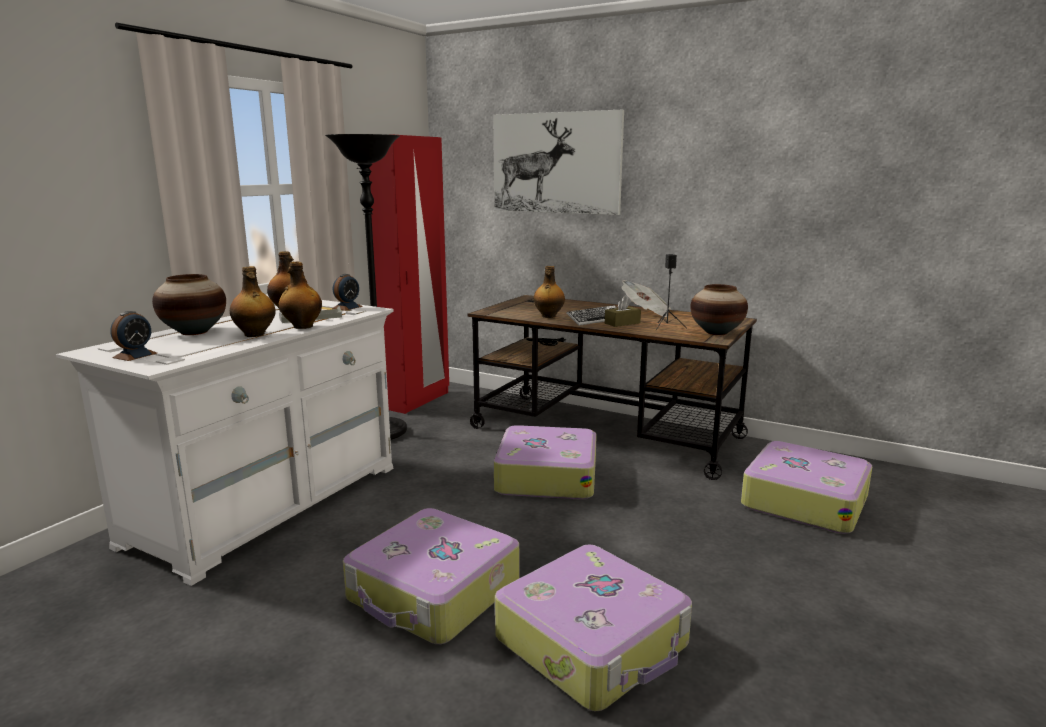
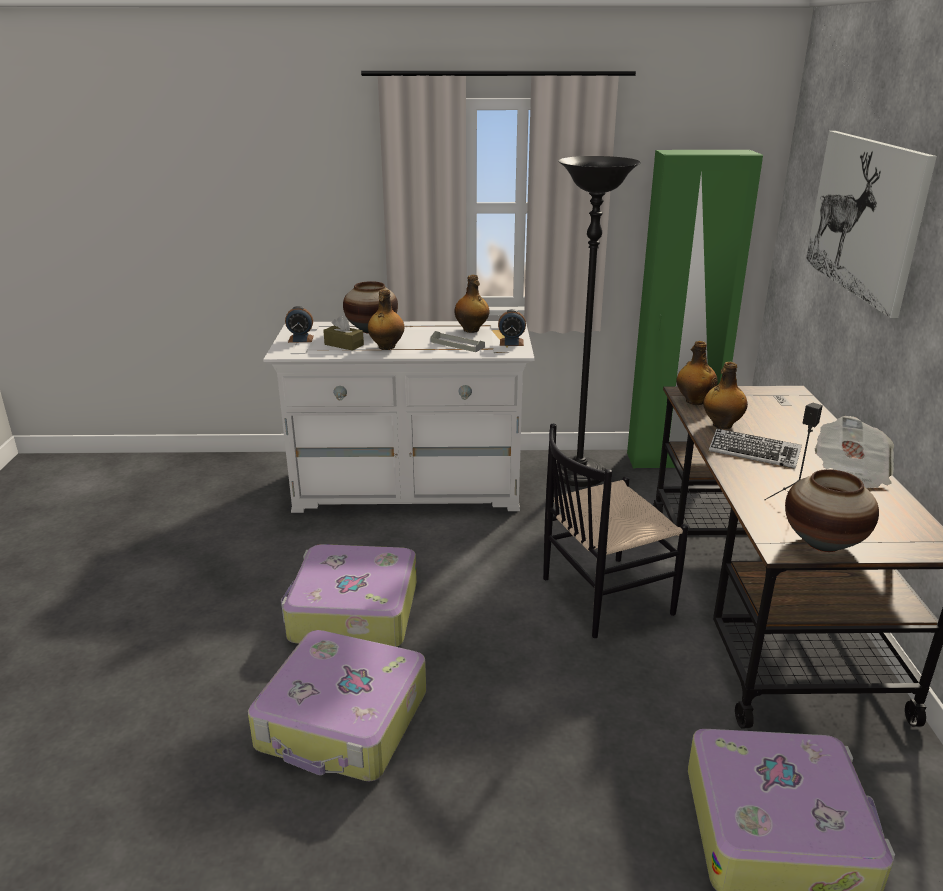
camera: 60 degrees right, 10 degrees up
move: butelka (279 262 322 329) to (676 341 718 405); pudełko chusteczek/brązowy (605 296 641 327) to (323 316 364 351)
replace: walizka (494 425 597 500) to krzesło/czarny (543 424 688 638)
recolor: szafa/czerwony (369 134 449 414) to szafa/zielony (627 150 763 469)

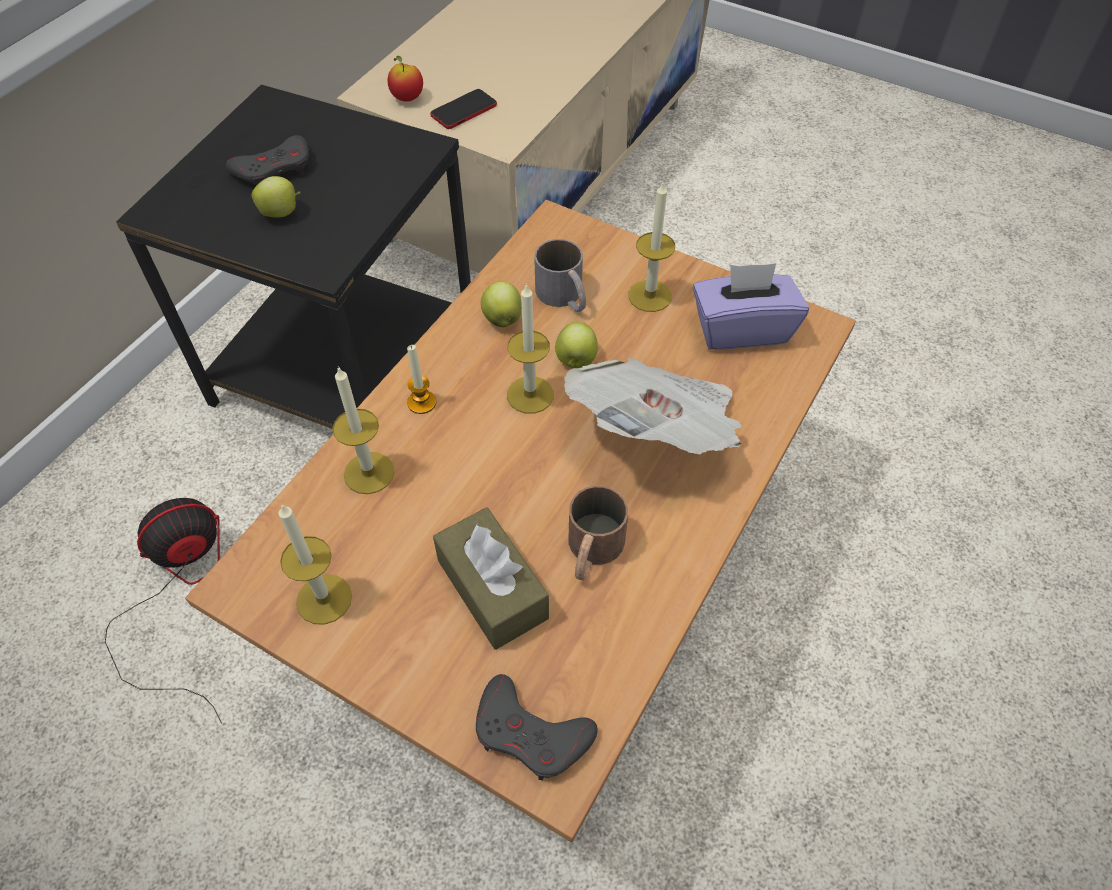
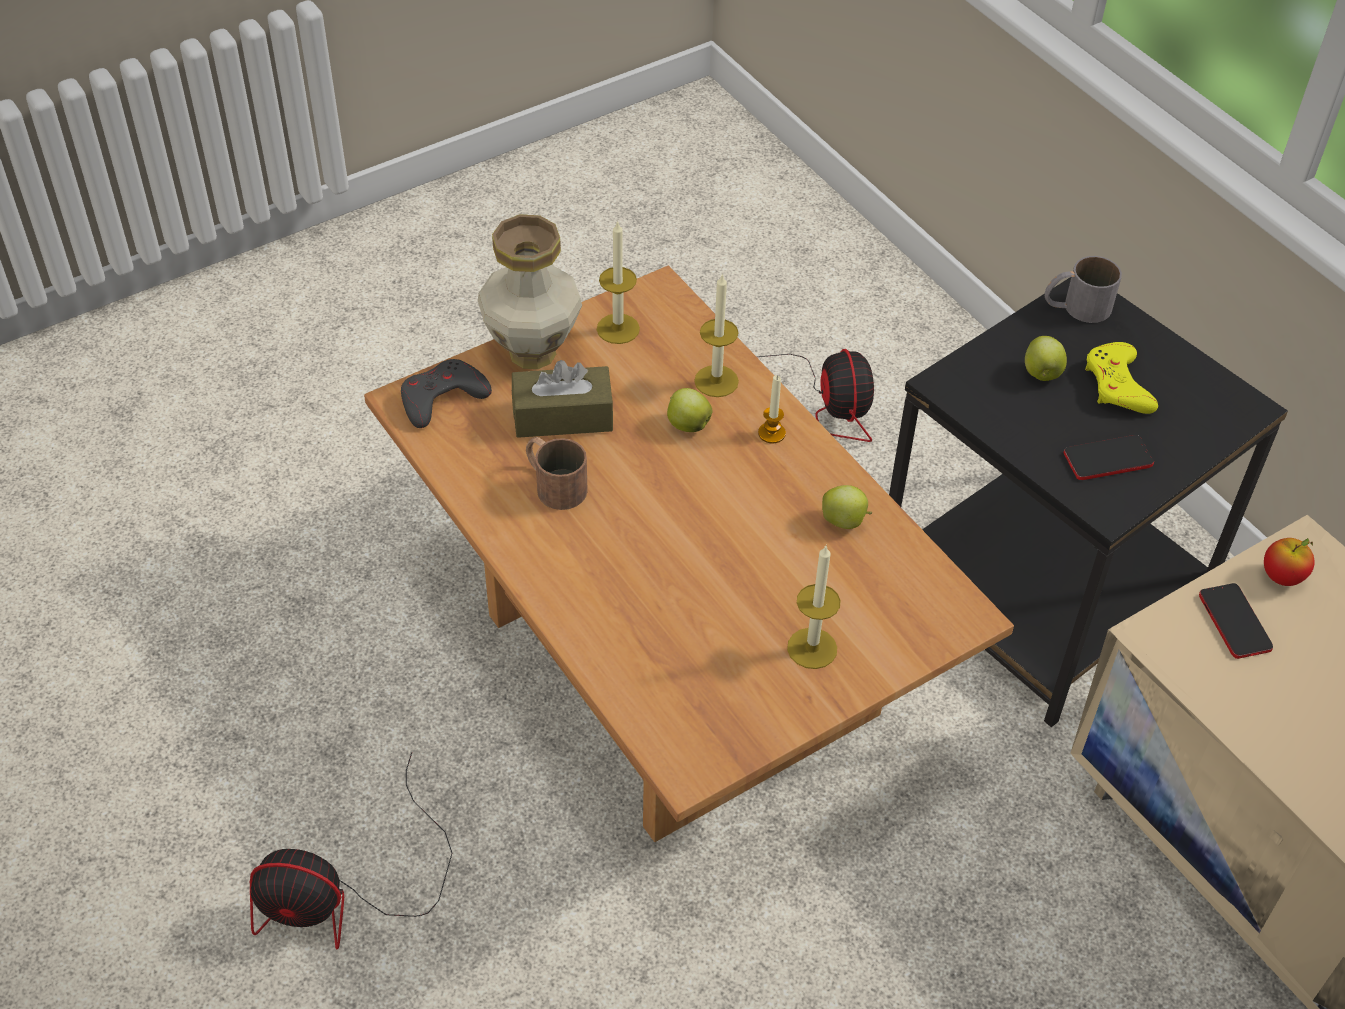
camera: 115 degrees right, 5 degrees down
delete: świeca (507 283 554 414); gazeta (564 358 742 454); pudełko chusteczek/fioletowy (693 263 809 350)
insert: wentylator (250 752 452 949); wazon (478 214 582 369); telefon (1064 435 1154 480)
move: kubek/szary (534 239 586 312) to (1045 256 1122 323); jabłko (555 322 598 368) to (667 388 713 432)
recolor: pad do gier/szary (226 135 309 185) to pad do gier/żółty (1085 342 1158 414)

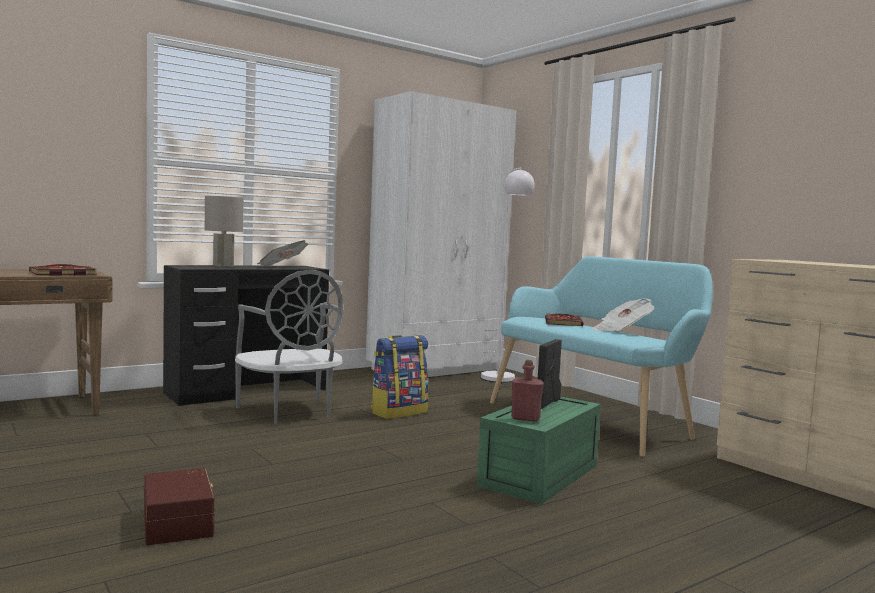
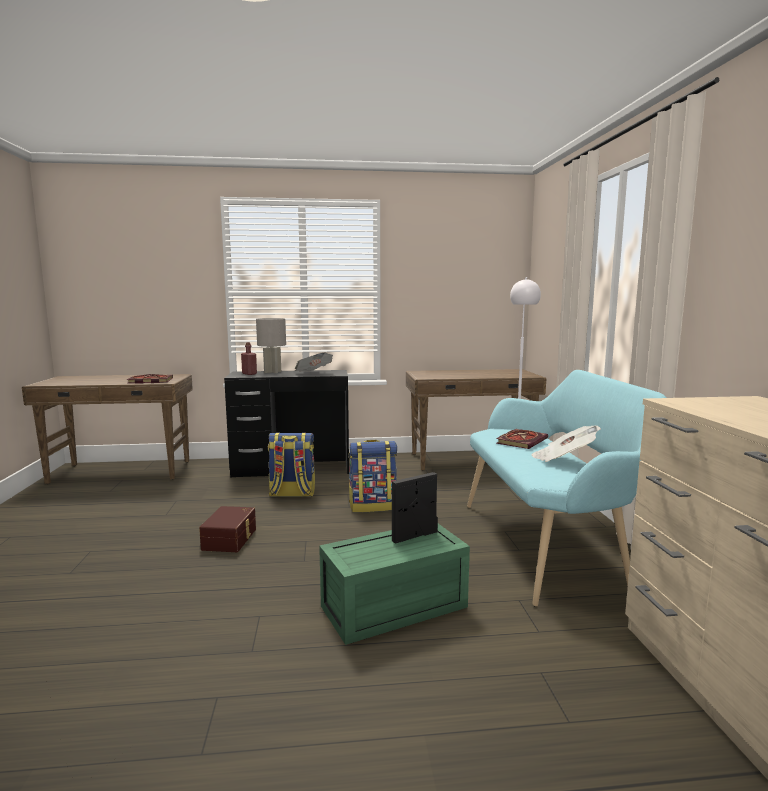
camera: 30 degrees right, 5 degrees up
move: pojemnik do przechowywania/brązowy (144 468 216 545) to (199 506 256 552); butelka/czerwony (511 360 544 422) to (241 342 257 375)
replace: krzesło/szary (235 270 343 425) to plecak (268 433 315 497); szafa/biały (366 91 516 377) to stolik konsolowy/brązowy (406 369 546 471)

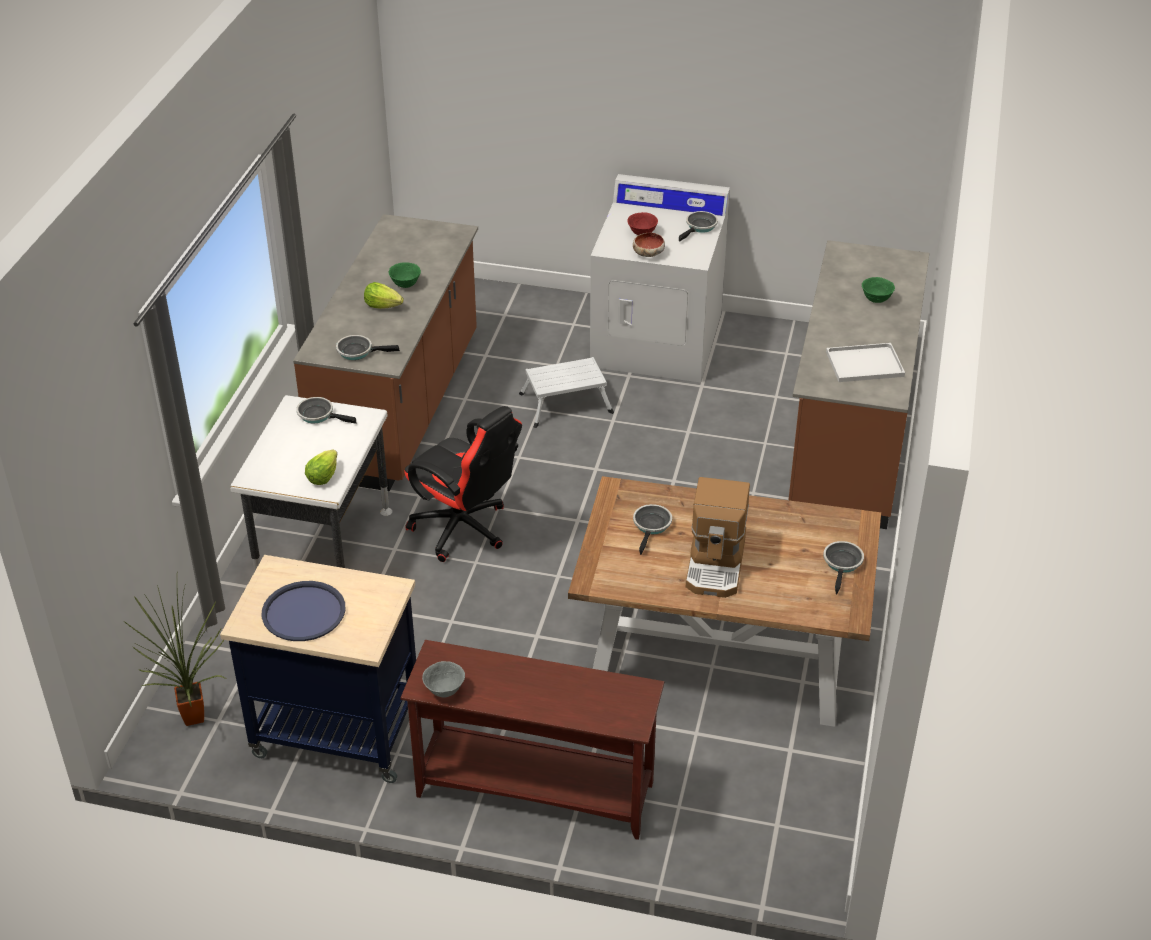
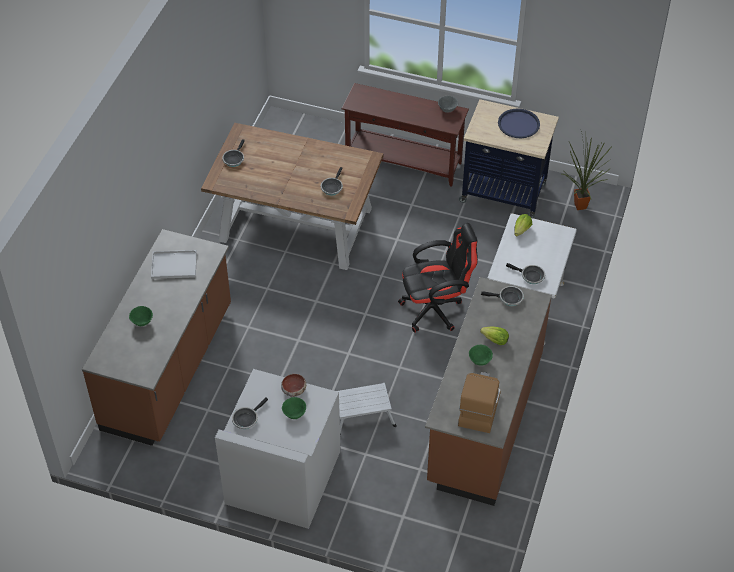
camera: 175 degrees left, 10 degrees up
move: ekspres do kawy (686 477 750 598) to (458 372 501 433)
recolor: miska/czerwony (627 212 658 235) to miska/zielony (282 397 306 419)
rotate: krzesło biurowe/czarny (404 406 522 562) = (398 223 478 333) 120 degrees clockwise

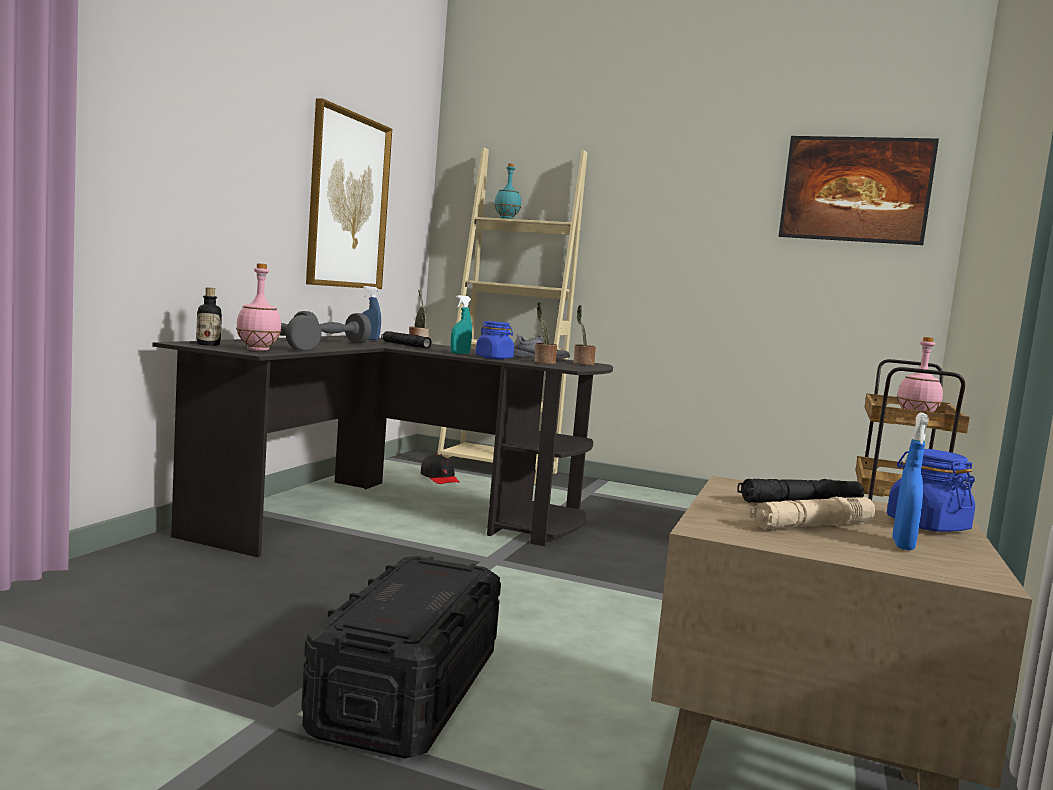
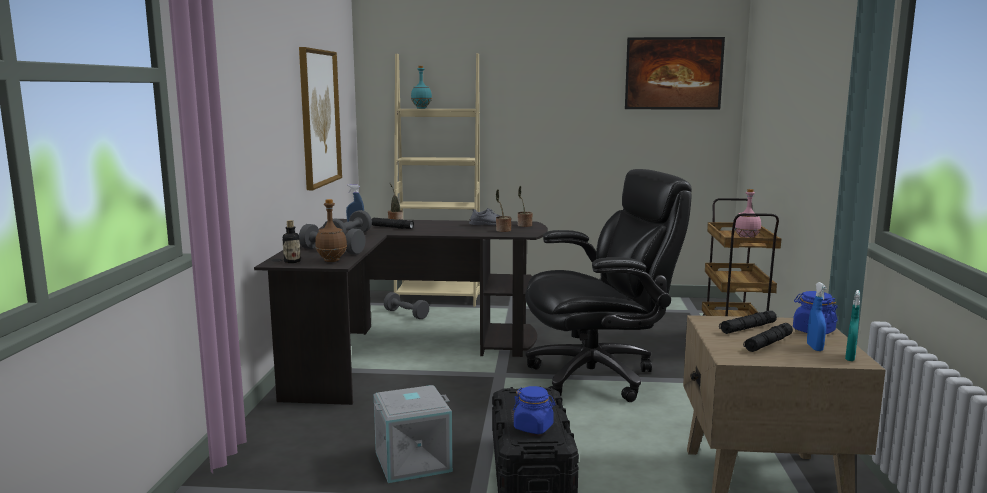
camera: 15 degrees left, 5 degrees up
insert: pojemnik do przechowywania/szary (374 385 453 483); krzesło biurowe/czarny (525 169 692 402)
move: spryskiwacz/turkusowy (450 295 472 354) to (845 290 860 361); słoik/niebieski (476 321 514 360) to (513 386 556 434)
replace: czapka z daszkiem/czarny (421 454 460 484) to hantel/szary (384 292 429 319)
recolor: butelka/różowy (236 263 281 351) to butelka/brązowy (315 199 347 262); latarka/beżowy (750 497 875 529) to latarka/czarny (743 323 793 352)

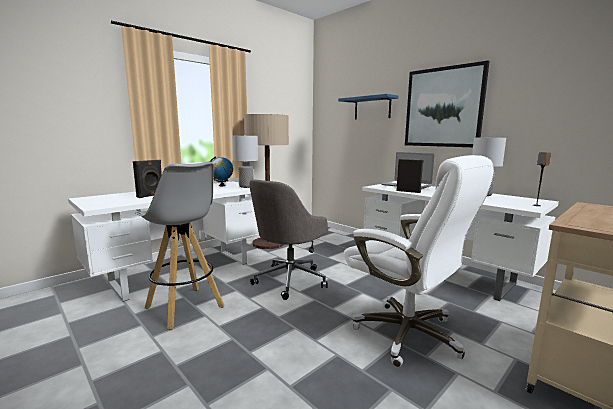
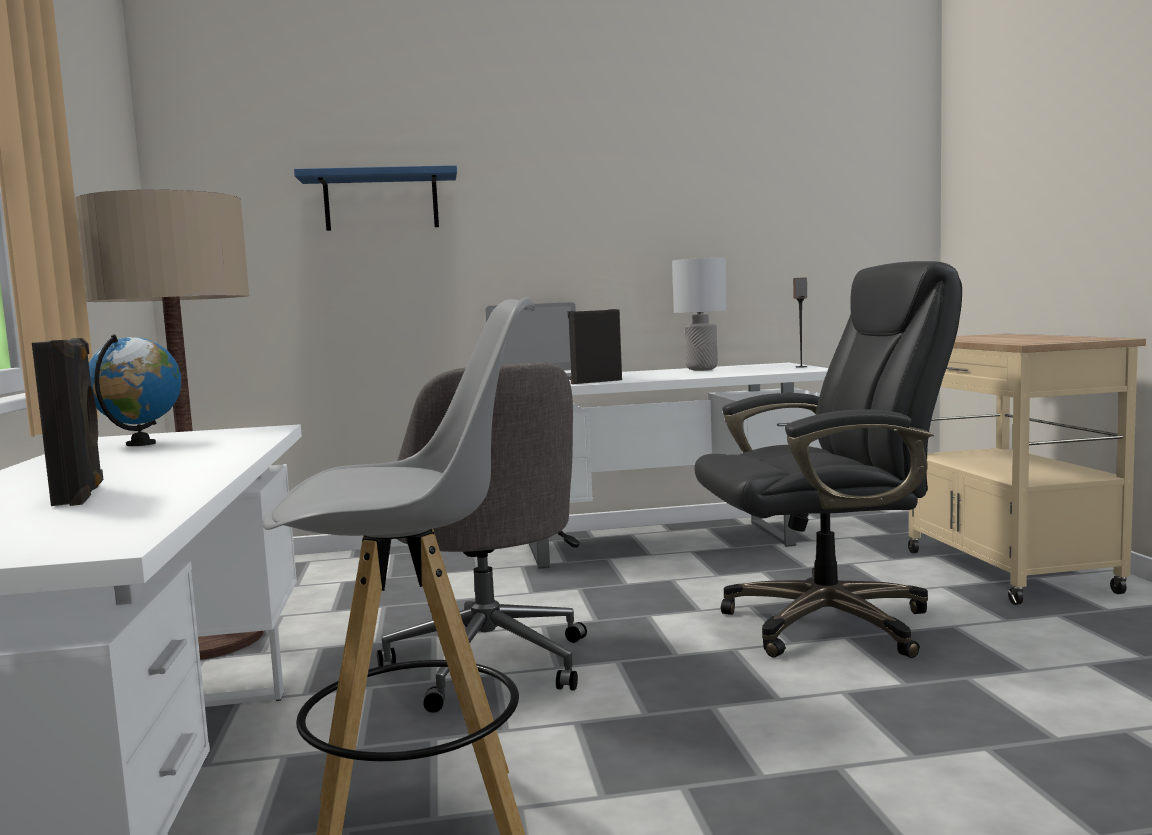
camera: 55 degrees left, 5 degrees down
delete: lampa stołowa/szary (232 135 258 188); obraz (405 61 490 147)
recolor: krzesło biurowe/biały (344 155 494 367) to krzesło biurowe/czarny (694 261 962 658)

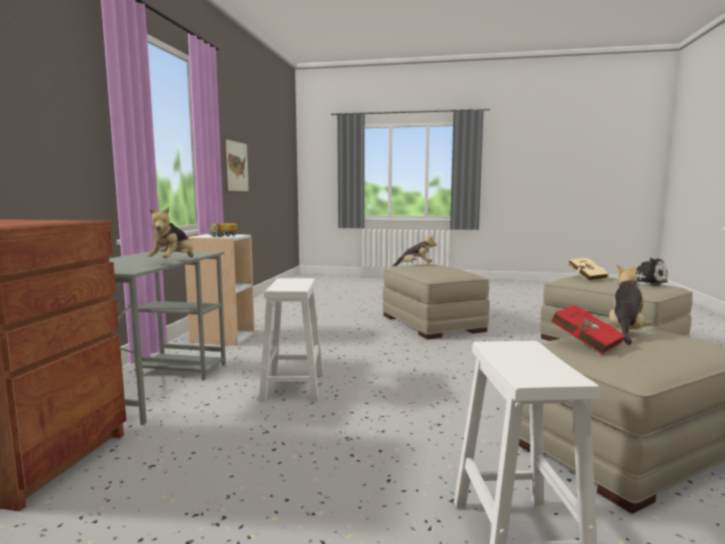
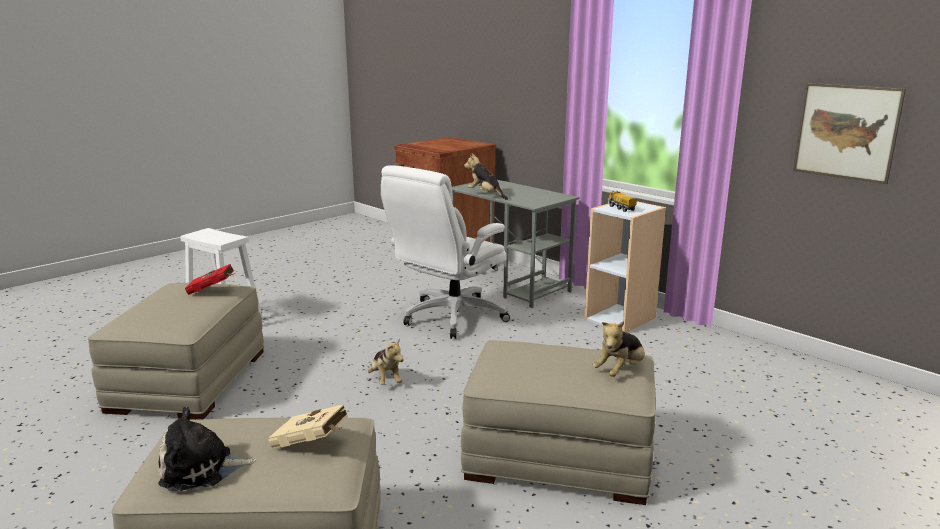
camera: 125 degrees right, 10 degrees up
move: pluszak (609 265 652 345) to (367 339 404 385)
replace: stołek/biały (259 278 324 401) to krzesło biurowe/biały (381 165 510 339)

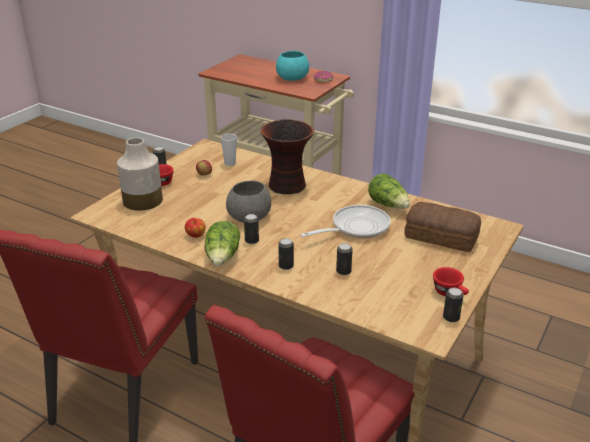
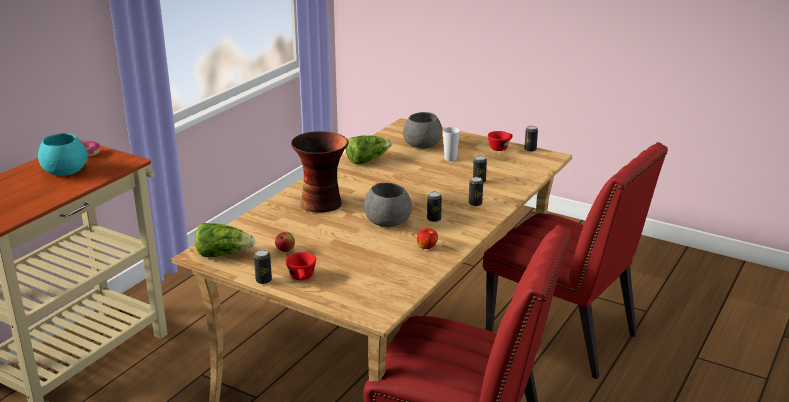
camera: 90 degrees left, 5 degrees down
delete: wazon/beżowy (117 138 163 211); patelnia (300 205 390 239)
move: sałata (205 221 240 266) to (195 223 255 257); filiżanka (221 134 237 166) to (443 127 460 161)
replace: chleb (404 202 481 252) to miska/szary (403 112 442 149)

